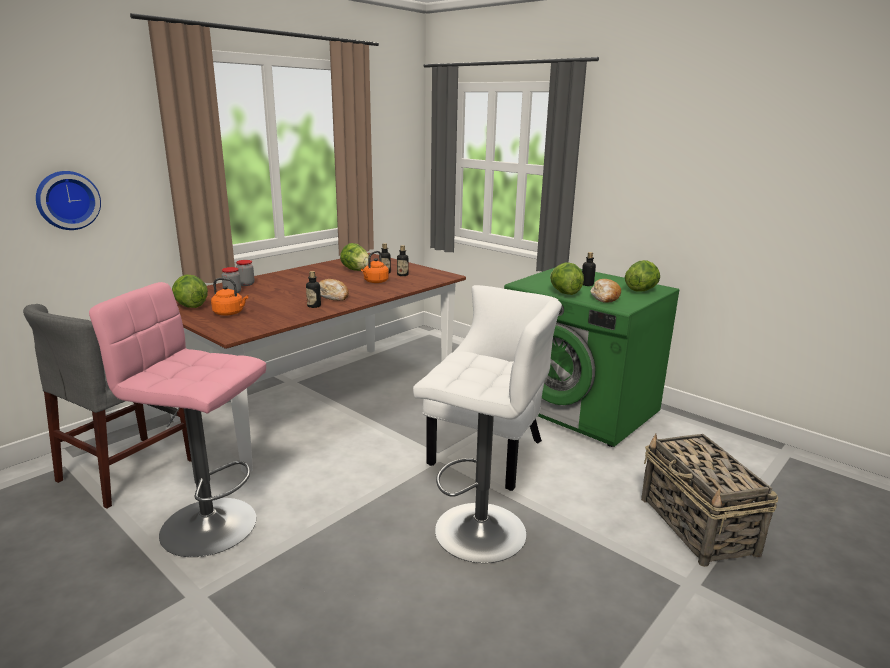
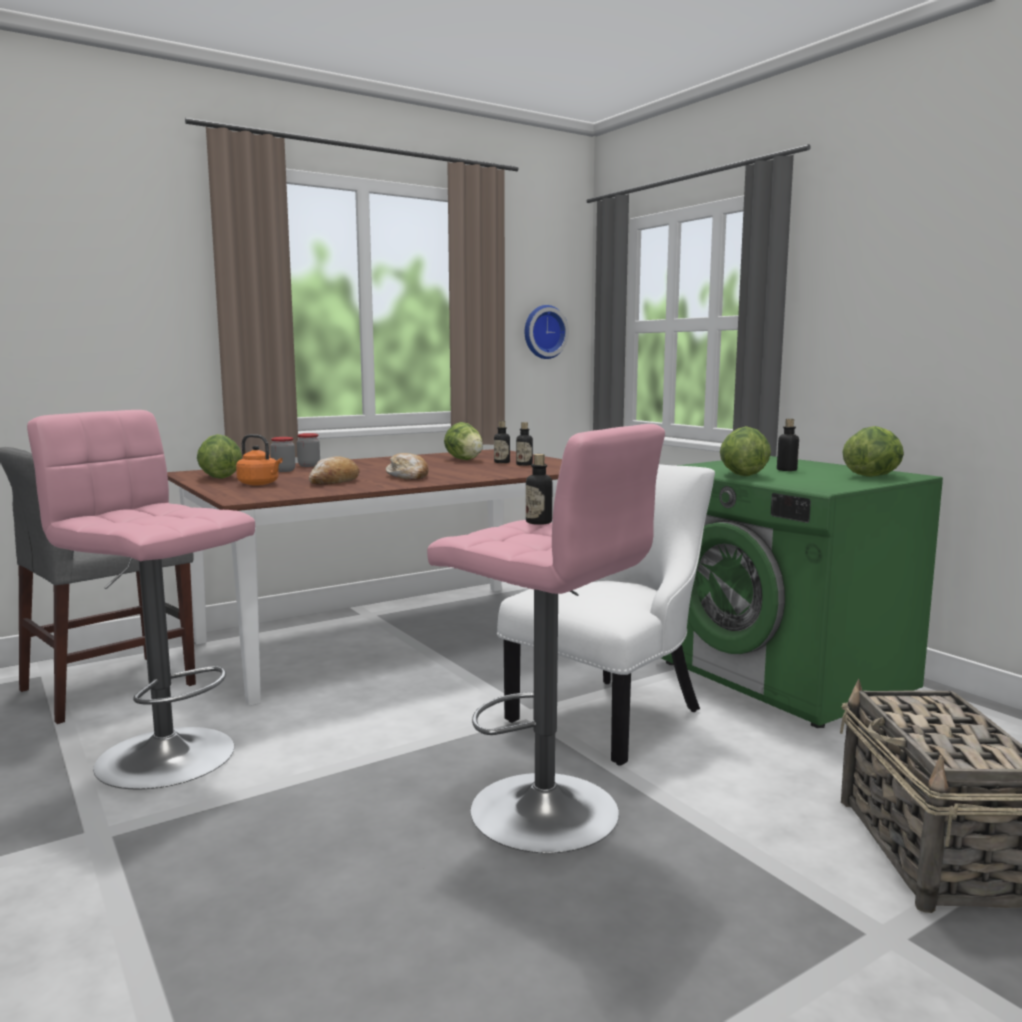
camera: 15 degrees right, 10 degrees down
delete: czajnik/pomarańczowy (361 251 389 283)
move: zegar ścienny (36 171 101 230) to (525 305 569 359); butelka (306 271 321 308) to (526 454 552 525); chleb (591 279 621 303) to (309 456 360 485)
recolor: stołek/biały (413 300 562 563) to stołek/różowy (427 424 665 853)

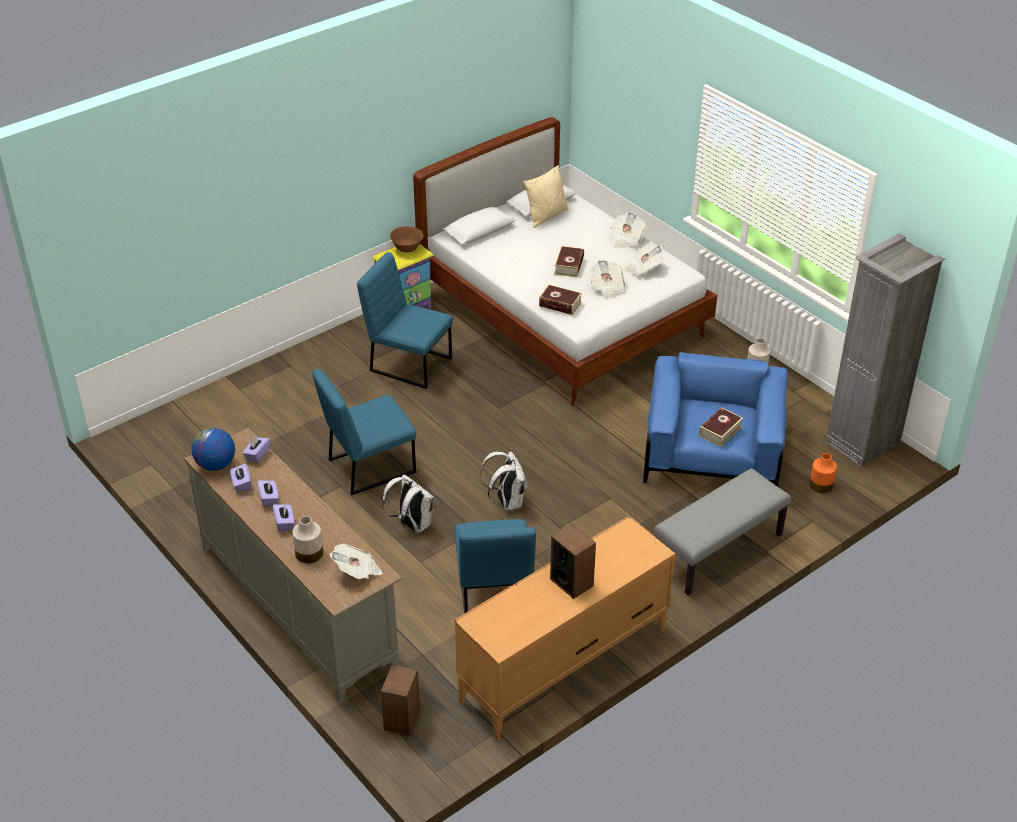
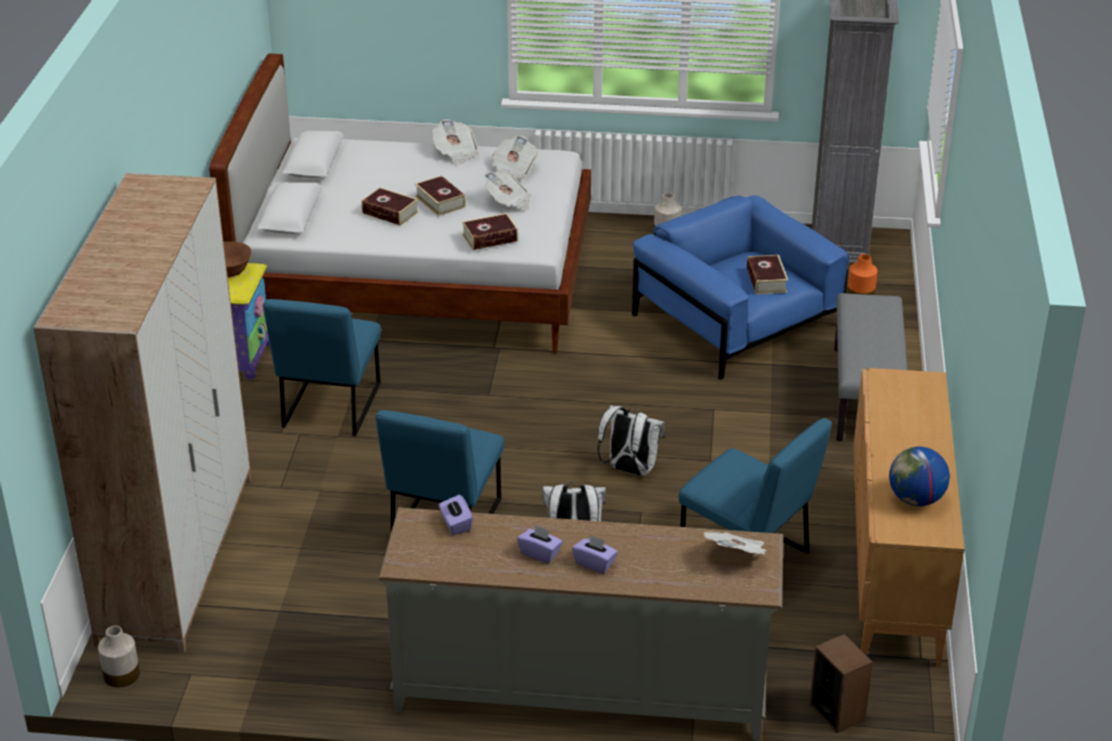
camera: 45 degrees left, 5 degrees down
delete: pudełko chusteczek/fioletowy (230 463 251 492); poduszka/beżowy (524 165 569 228); głośnik (550 524 596 599)
insert: szafa/biały (33 173 252 653); książka (361 187 419 226)
move: globus (191 428 235 471) to (889 447 950 506); wazon/beżowy (292 516 323 563) to (98 626 140 687)
rotate: krzesło/niebieski (357 252 453 389) = (263 299 381 436) 60 degrees counterclockwise

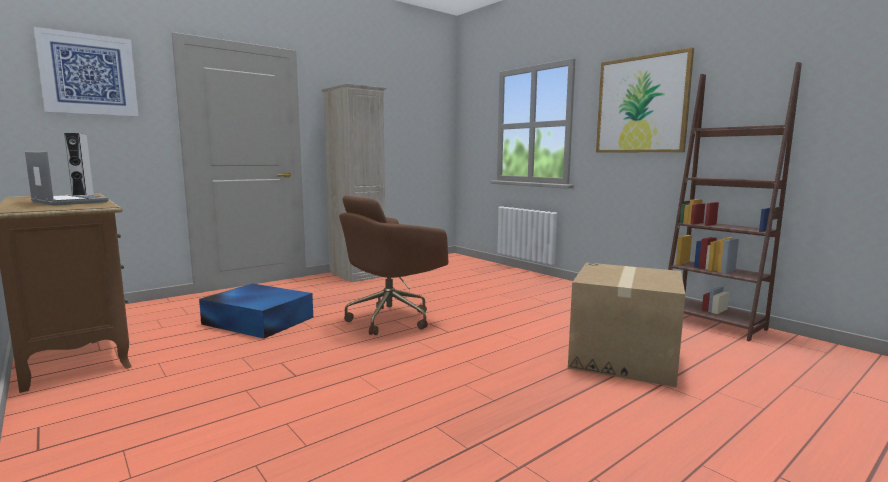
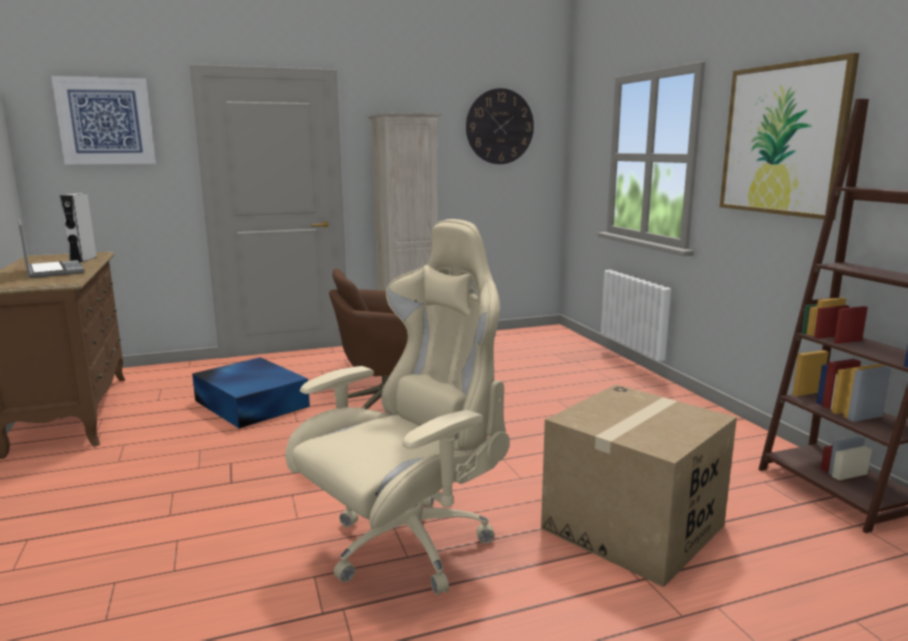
camera: 20 degrees right, 5 degrees up
insert: krzesło biurowe/beżowy (285 219 510 595); zegar ścienny (466 88 534 164)

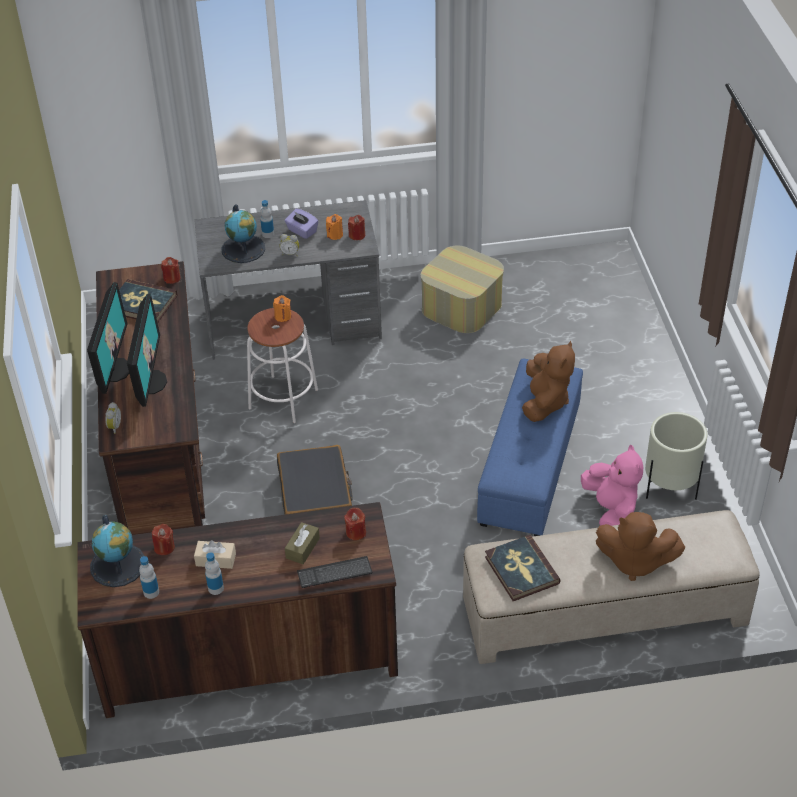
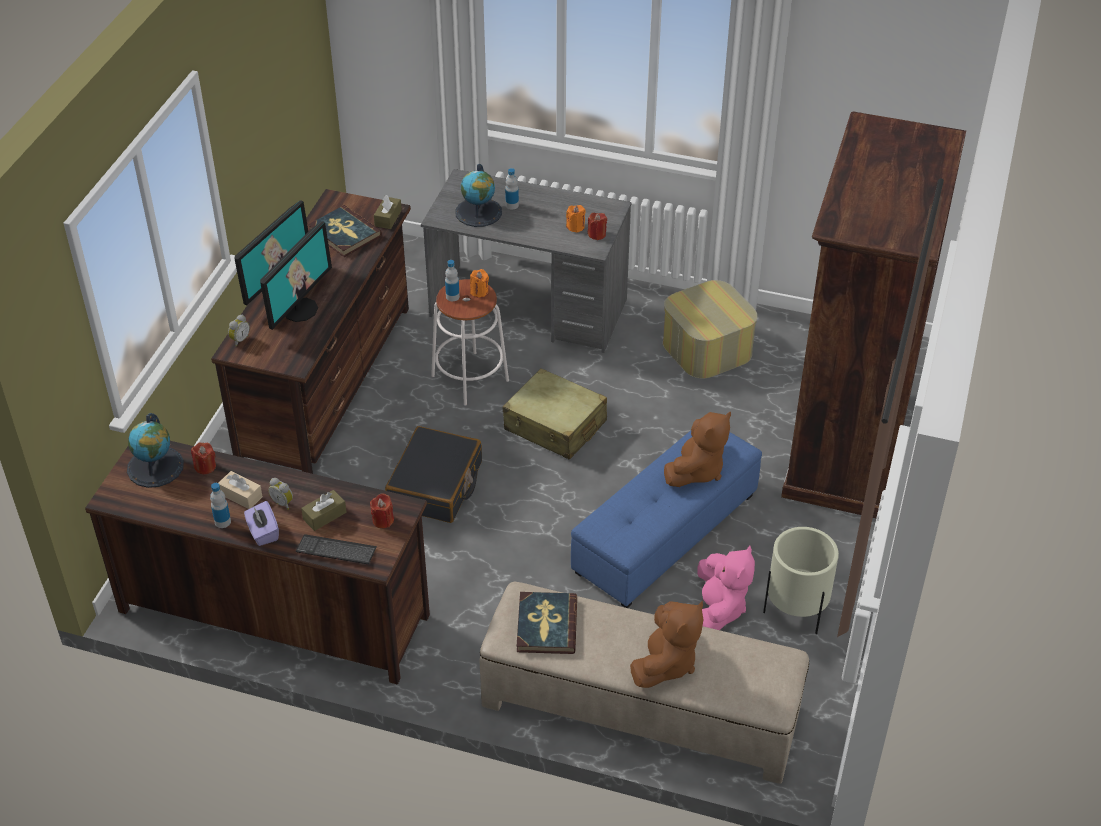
camera: 25 degrees right, 0 degrees up
insert: walizka/beżowy (503 368 607 460); szafa/brązowy (781 112 966 518)
move: butelka (139 556 159 599) to (445 260 460 301); budzik (280 234 299 257) to (268 478 293 510); pudełko chusteczek/fioletowy (285 209 319 239) to (244 501 279 546)
replace: świeca/czerwony (161 257 180 284) to pudełko chusteczek/brązowy (374 195 402 229)
rotate: pluszak/brązowy (596 512 685 581) = (630 601 704 688) 105 degrees counterclockwise

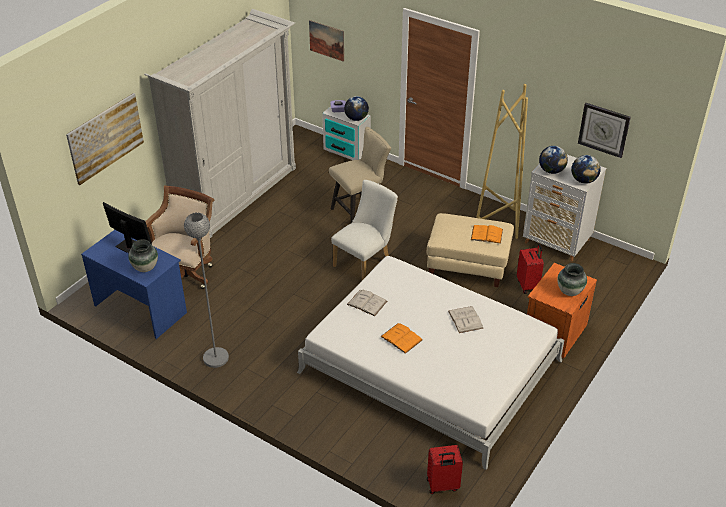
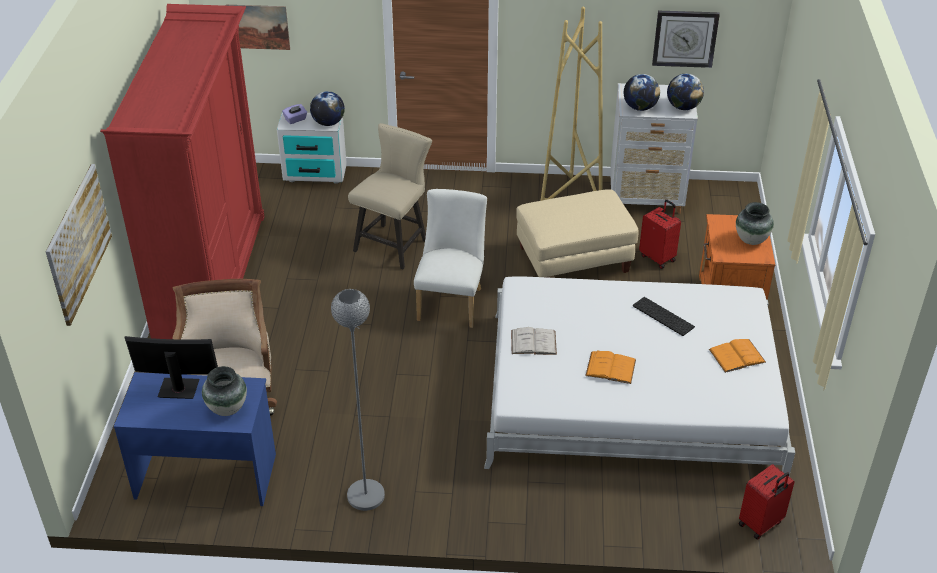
camera: 30 degrees left, 0 degrees up
move: książka/pomarańczowy (471 225 503 244) to (709 339 766 373)
replace: książka/biały (448 306 483 333) to klawiatura (633 297 695 336)
recolor: szafa/biały (144 9 296 238) to szafa/czerwony (100 4 265 339)

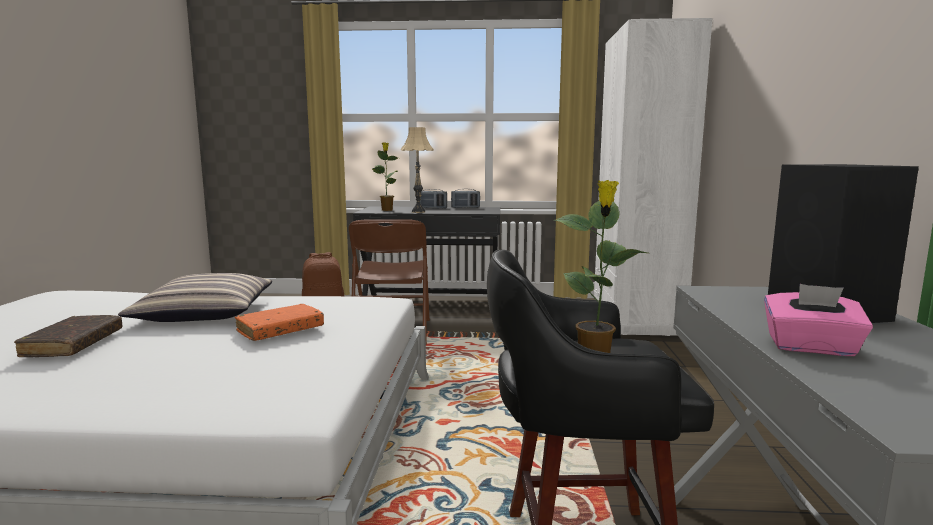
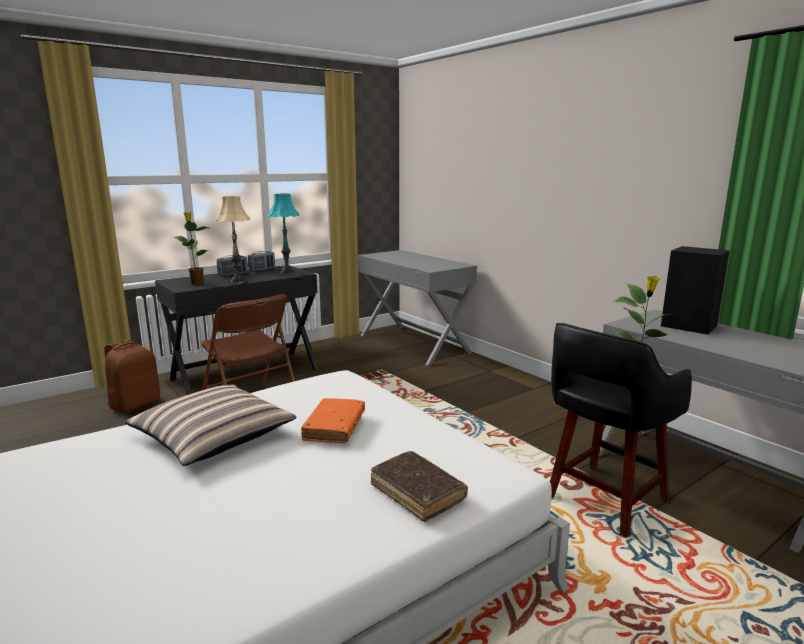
camera: 40 degrees left, 5 degrees up
delete: pudełko chusteczek/różowy (764 284 873 356)
insert: lampa stołowa/turkusowy (268 194 299 275)
move: książka/brązowy (14 315 122 357) to (371 451 468 522)
replace: szafa/biały (594 18 712 336) to biurko/szary (358 250 477 366)

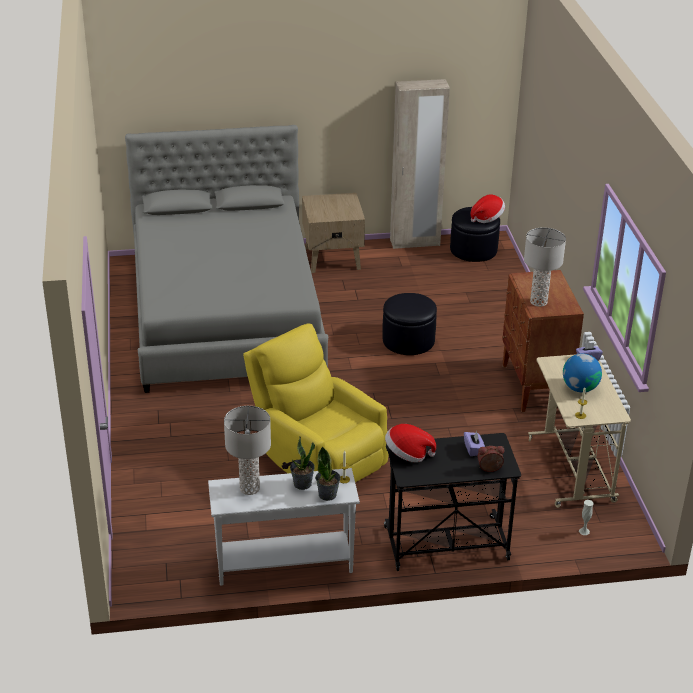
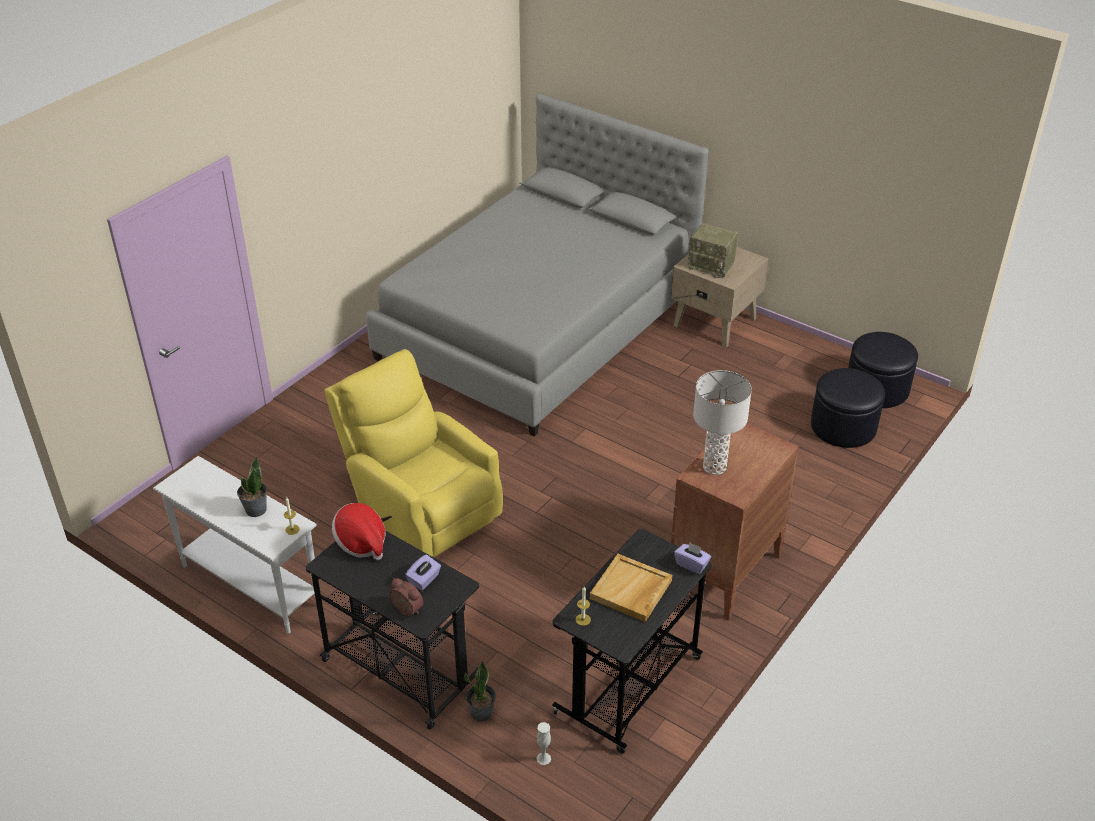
camera: 45 degrees right, 5 degrees up
delete: lampa stołowa/biały (224 406 271 495); szafa/beżowy (390 79 450 249); kapelusz (471 195 505 223)
insert: radio (688 223 738 278)
move: roślina doniczkowa (315 446 341 501) to (464 661 496 722); pufa/czarny (382 293 437 355) to (811 368 885 448)
replace: globus (563 354 602 393) to taca/beżowy (590 554 672 622)
recolor: biurko/beżowy (528 354 631 508) to biurko/czarny (552 529 711 753)
rotate: fotel/żółty (243 323 389 483) = (325 349 503 557) 45 degrees counterclockwise

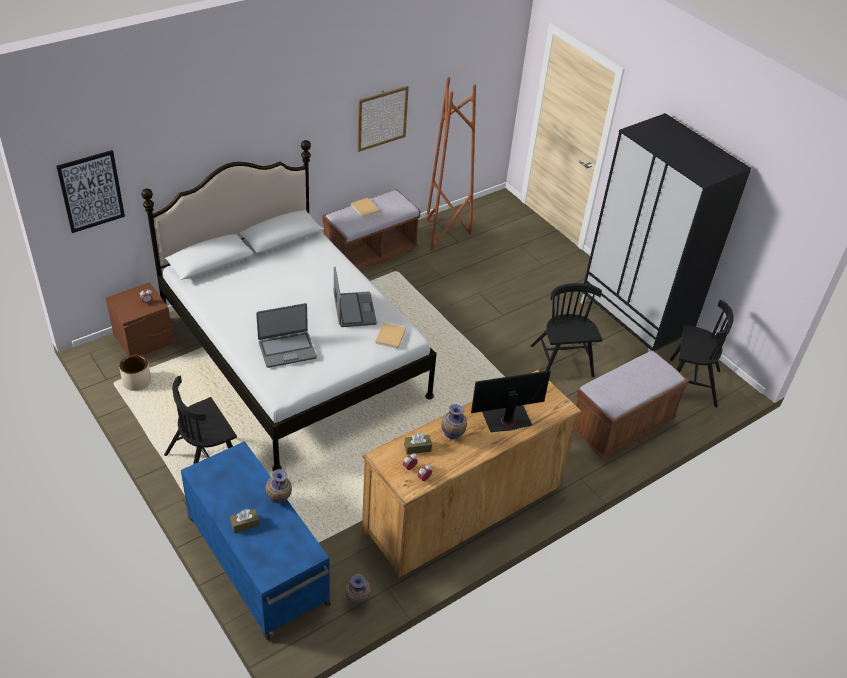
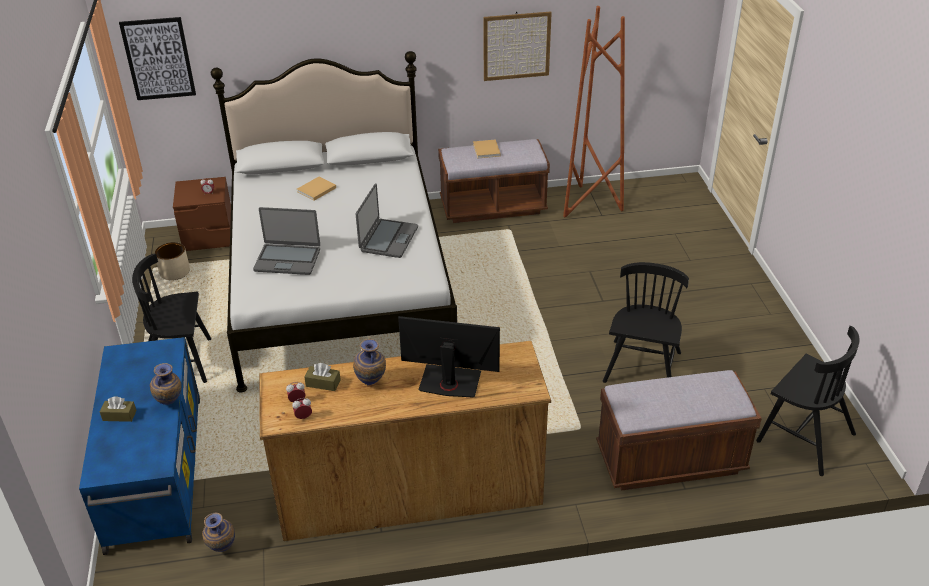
camera: 30 degrees right, 5 degrees down
delete: szafa/czarny (581 113 751 352)
move: książka/beżowy (375 323 406 349) to (297 177 336 201)

